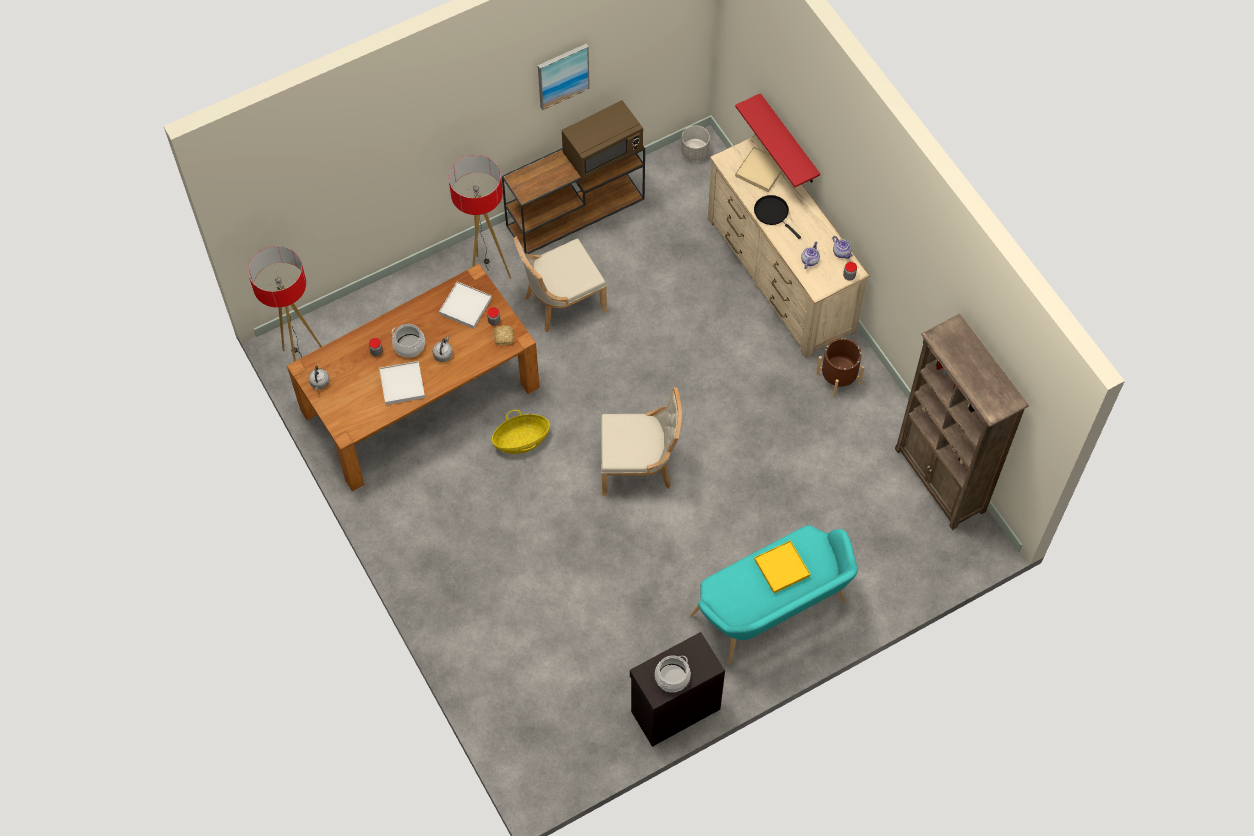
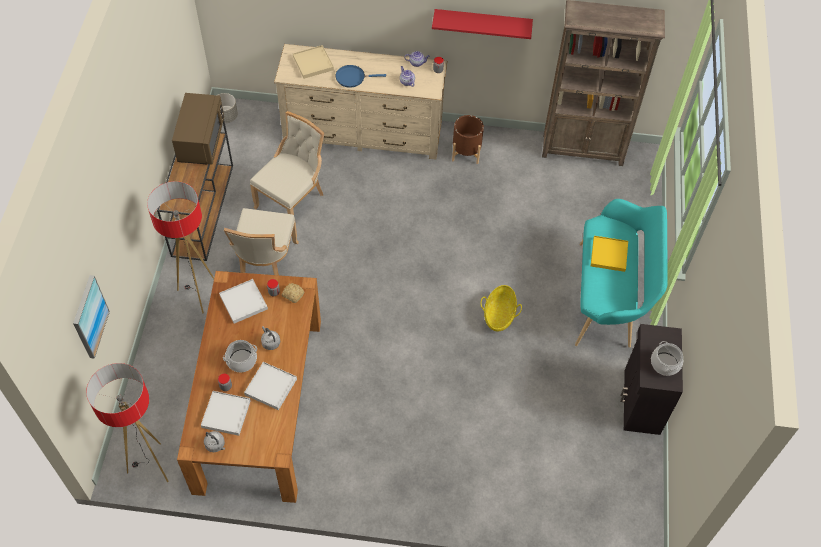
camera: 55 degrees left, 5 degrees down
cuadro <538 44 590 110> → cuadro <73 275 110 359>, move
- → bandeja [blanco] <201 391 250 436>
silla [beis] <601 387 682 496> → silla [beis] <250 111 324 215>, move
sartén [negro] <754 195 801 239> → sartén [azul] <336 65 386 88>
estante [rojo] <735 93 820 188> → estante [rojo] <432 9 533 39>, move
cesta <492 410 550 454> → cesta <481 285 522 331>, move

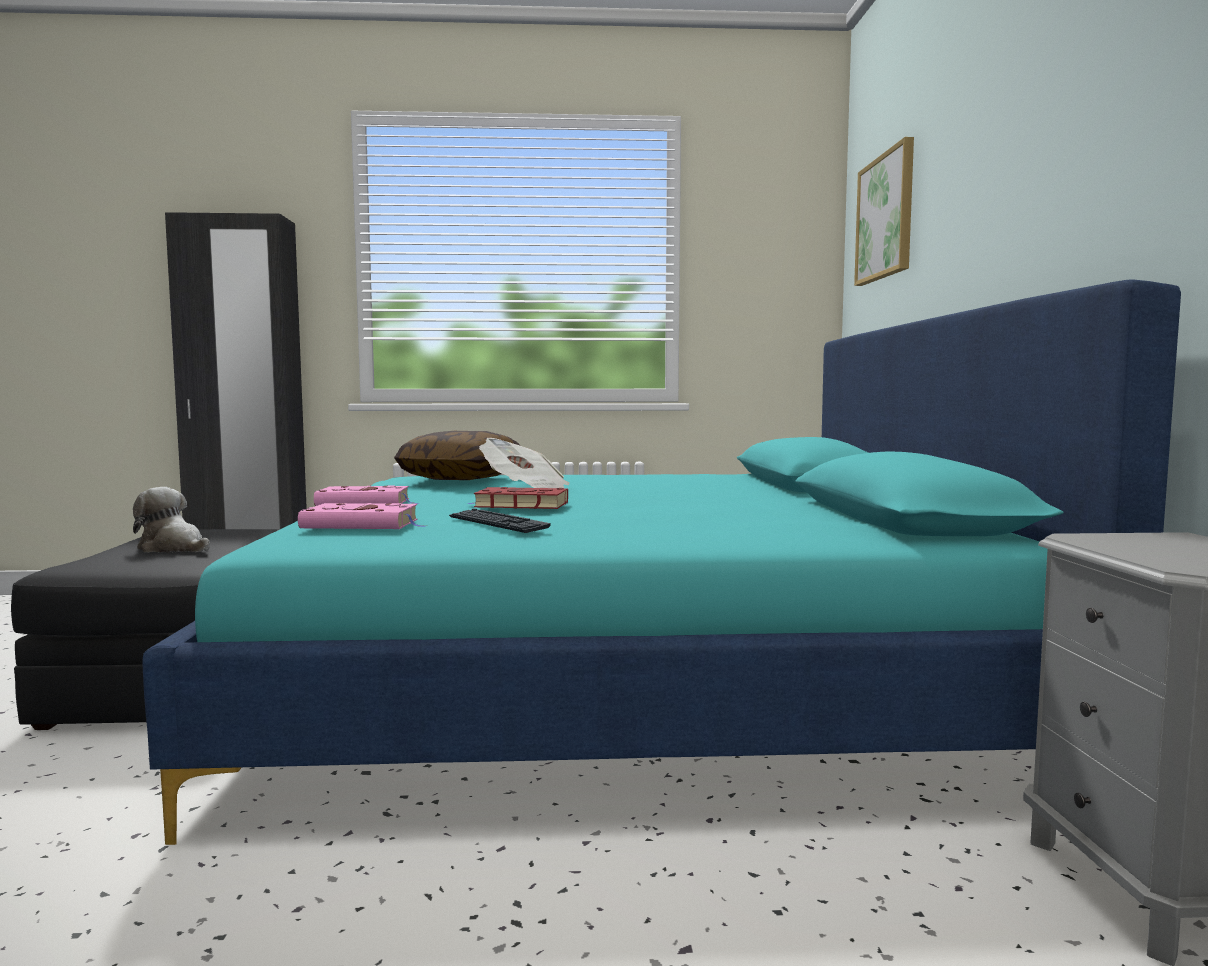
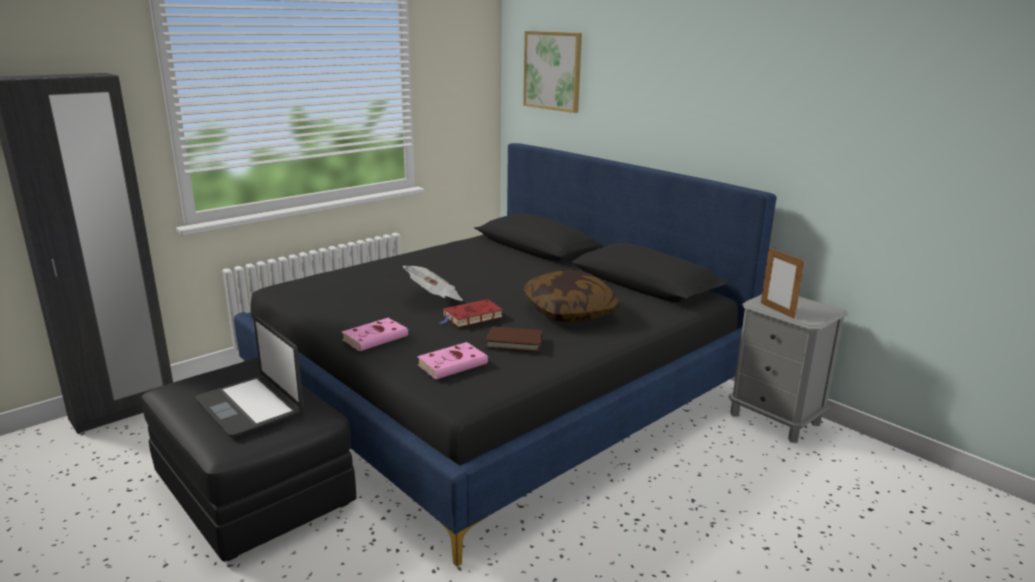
camera: 40 degrees left, 15 degrees up
peluche <133 487 210 553> → portátil <195 317 304 437>
cama [turquesa] <142 279 1181 845> → cama [negro] <234 143 777 567>
teclado <449 508 551 533> → libro [marrón] <485 326 543 352>
cojín <394 431 519 480> → cojín <524 271 620 322>, move
- → portarretratos <761 247 804 319>

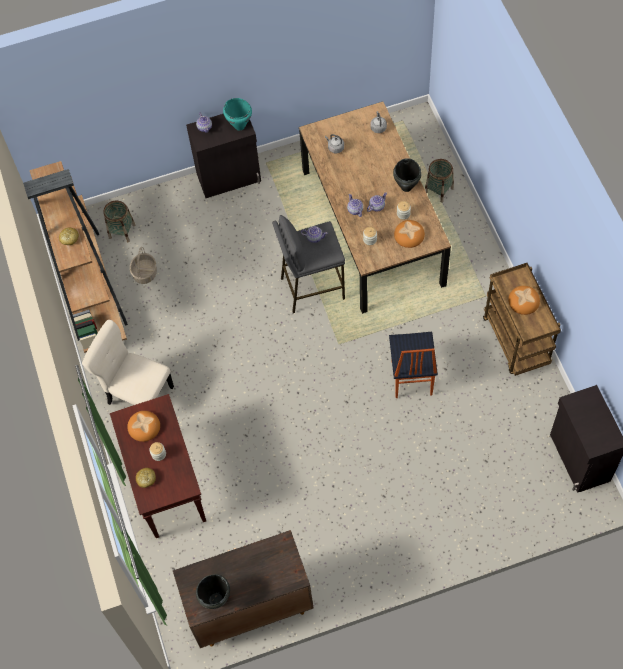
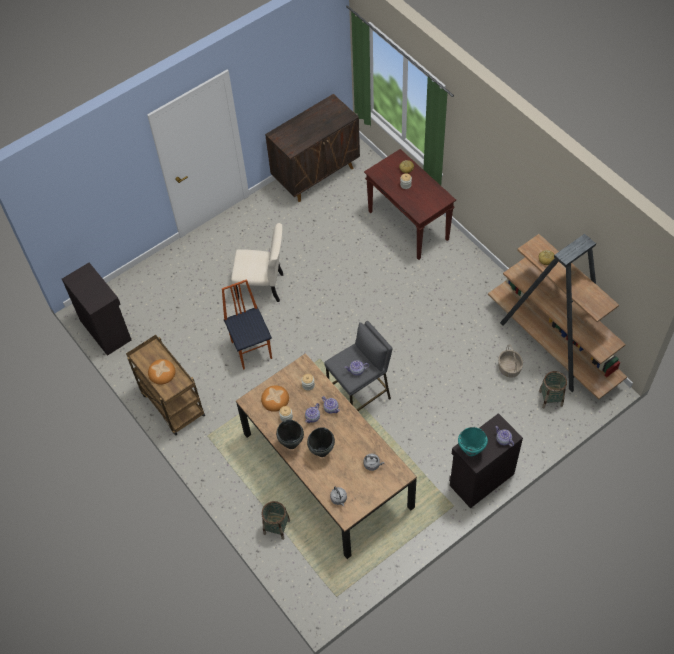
camera: 160 degrees right, 5 degrees down
silla [beis] <82 320 174 405> → silla [beis] <231 223 284 302>, move
olla [negro] <196 574 230 609> → olla [negro] <307 427 335 457>, move
pan <127 411 160 442> → -

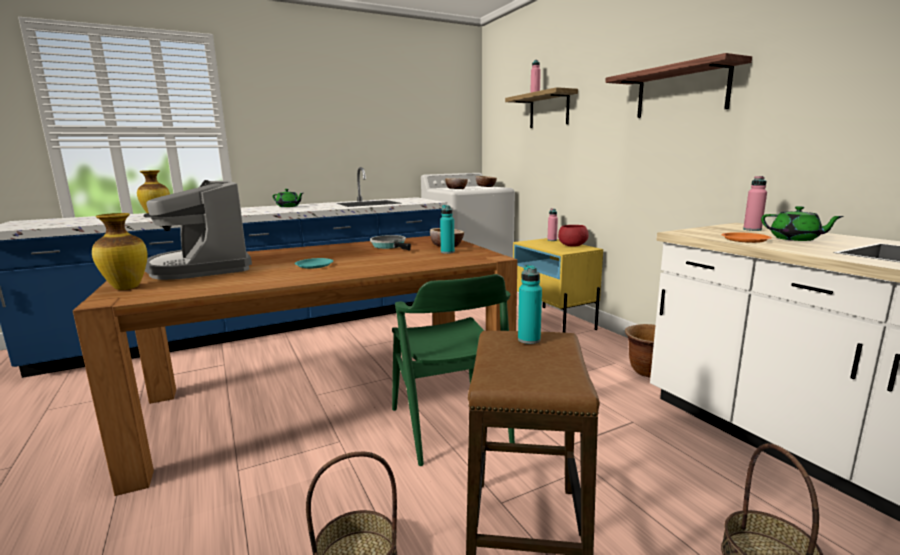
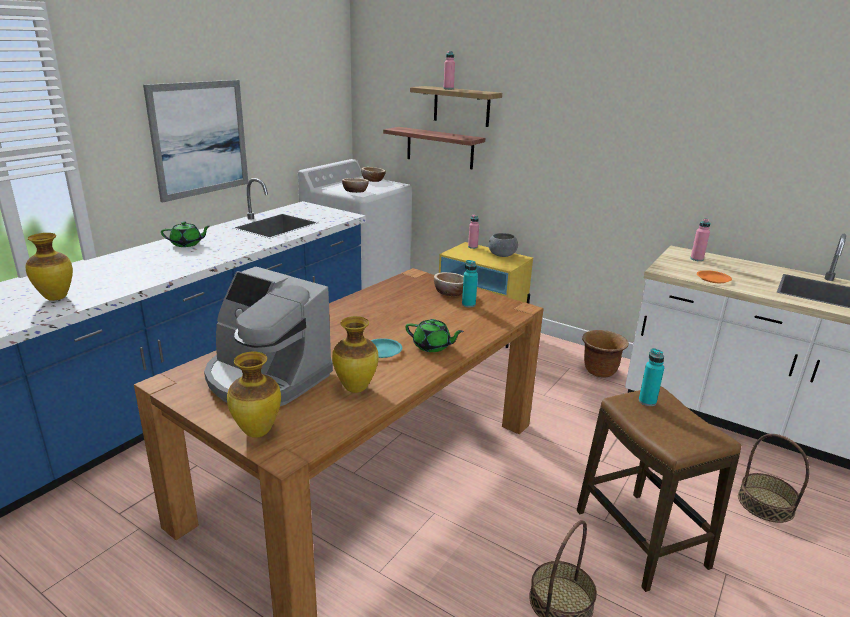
camera: 30 degrees left, 10 degrees up
- → cuadro <143 80 248 203>
- → florero <332 316 378 393>
estante <605 53 752 118> → estante <383 127 485 169>, move
tetera [verde] <761 206 844 241> → tetera [verde] <406 319 464 352>, move
cuenco [rojo] <558 225 589 247> → cuenco [gris] <489 233 518 257>
sartén <370 235 411 251> → -
silla [verde] <392 274 515 466> → -

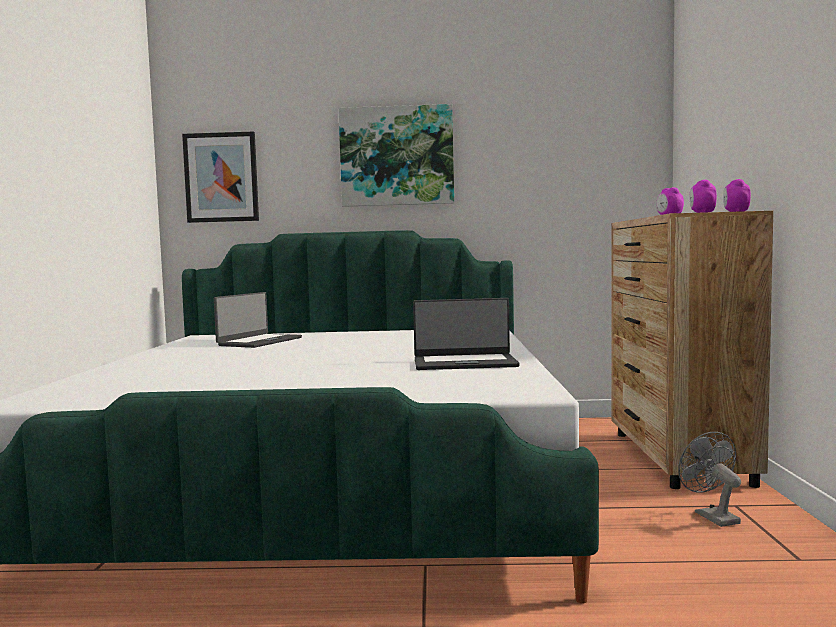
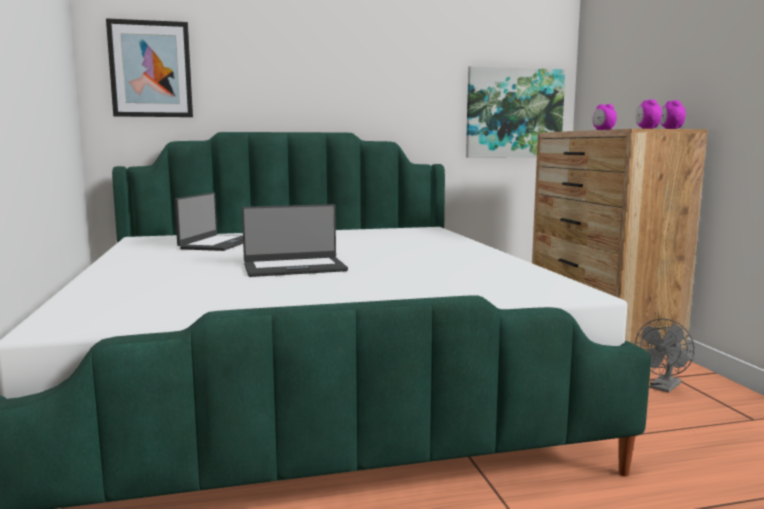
camera: 15 degrees left, 5 degrees up
portátil <413 298 520 370> → portátil <242 204 348 277>, move
cuadro <338 104 454 207> → cuadro <466 66 566 158>, move
ventilador [gris] <678 432 741 527> → ventilador [gris] <635 318 695 393>, 105 degrees counterclockwise

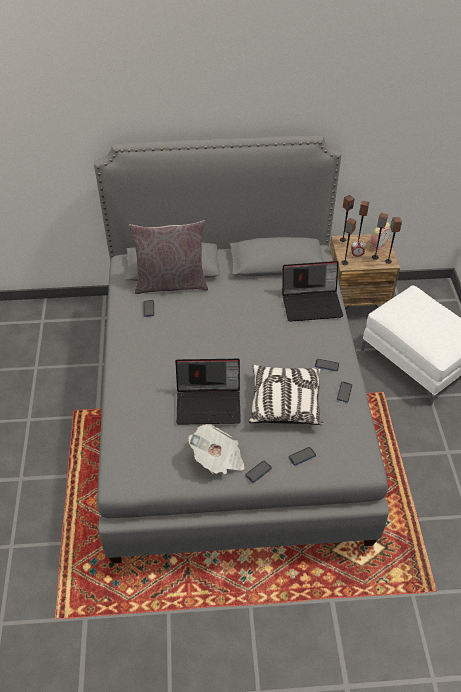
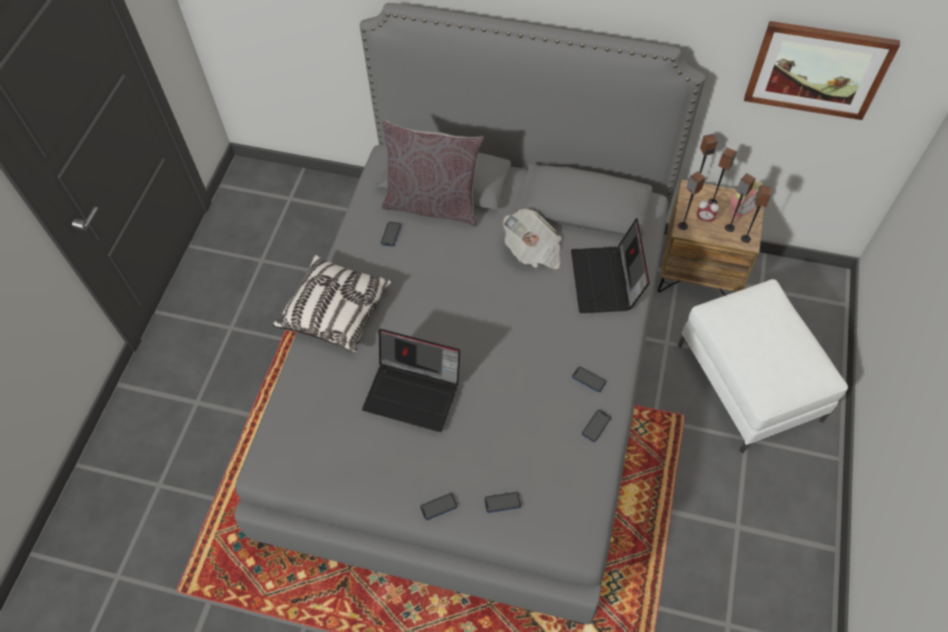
camera: 20 degrees right, 10 degrees up
cojín <248 365 323 425> → cojín <272 255 392 352>, move
periódico <188 424 245 474> → periódico <503 209 561 269>, move
portátil <282 261 343 322> → portátil <571 218 650 313>, 75 degrees clockwise
- → cuadro <744 21 900 120>

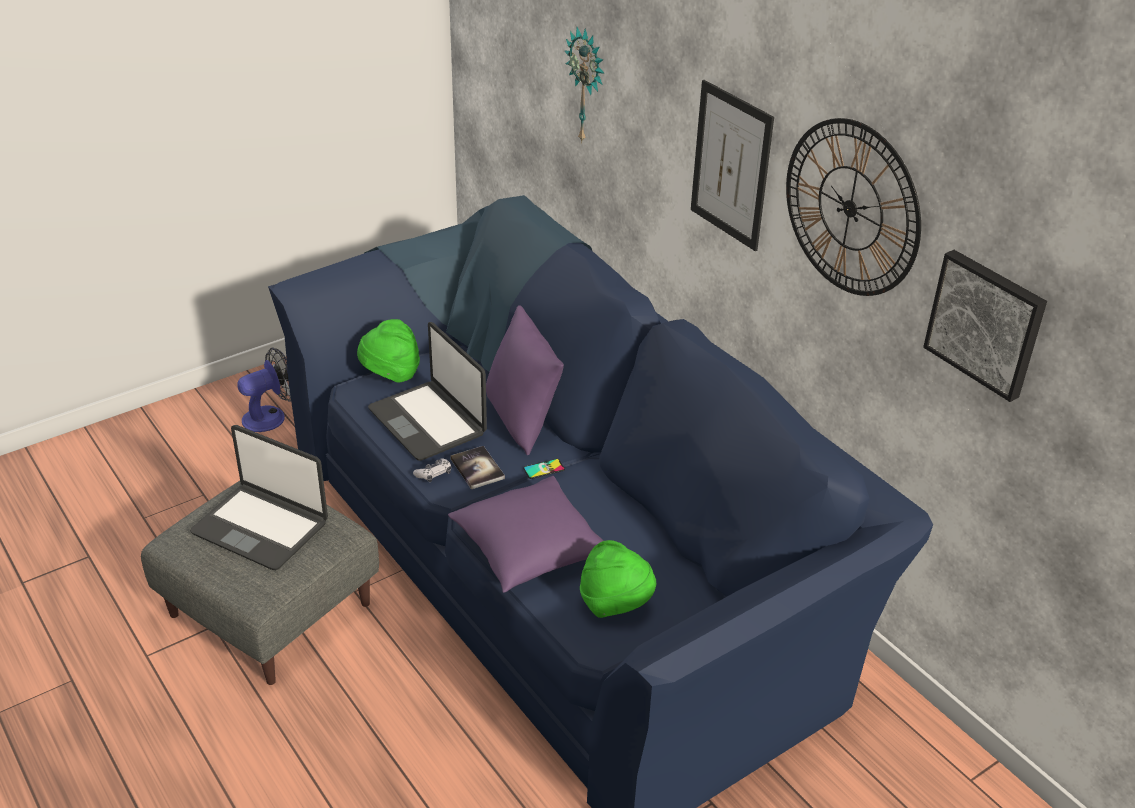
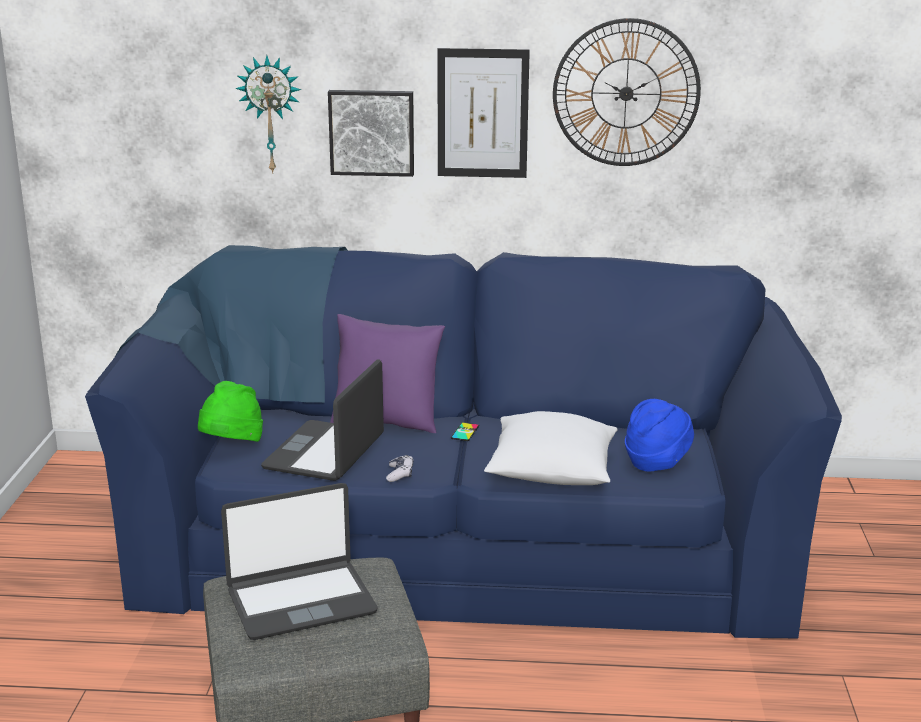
camera: 50 degrees left, 15 degrees down
portátil <368 322 487 461> → portátil <261 359 384 481>, 105 degrees clockwise
cuadro <923 250 1047 402> → cuadro <328 90 414 177>, move
cojín [morado] <448 476 603 593> → cojín [blanco] <484 411 618 485>
sombrero [verde] <580 540 656 618> → sombrero [azul] <625 399 694 471>
ventilador <237 347 291 432> → -
libro <450 446 505 489> → -

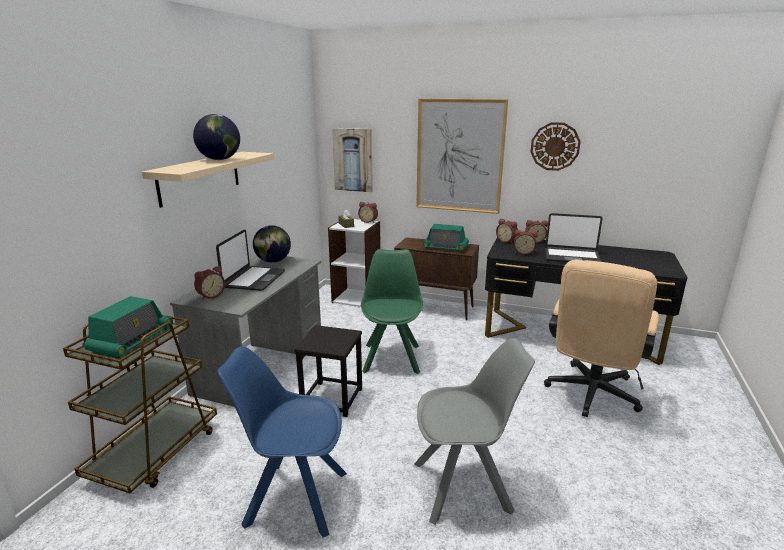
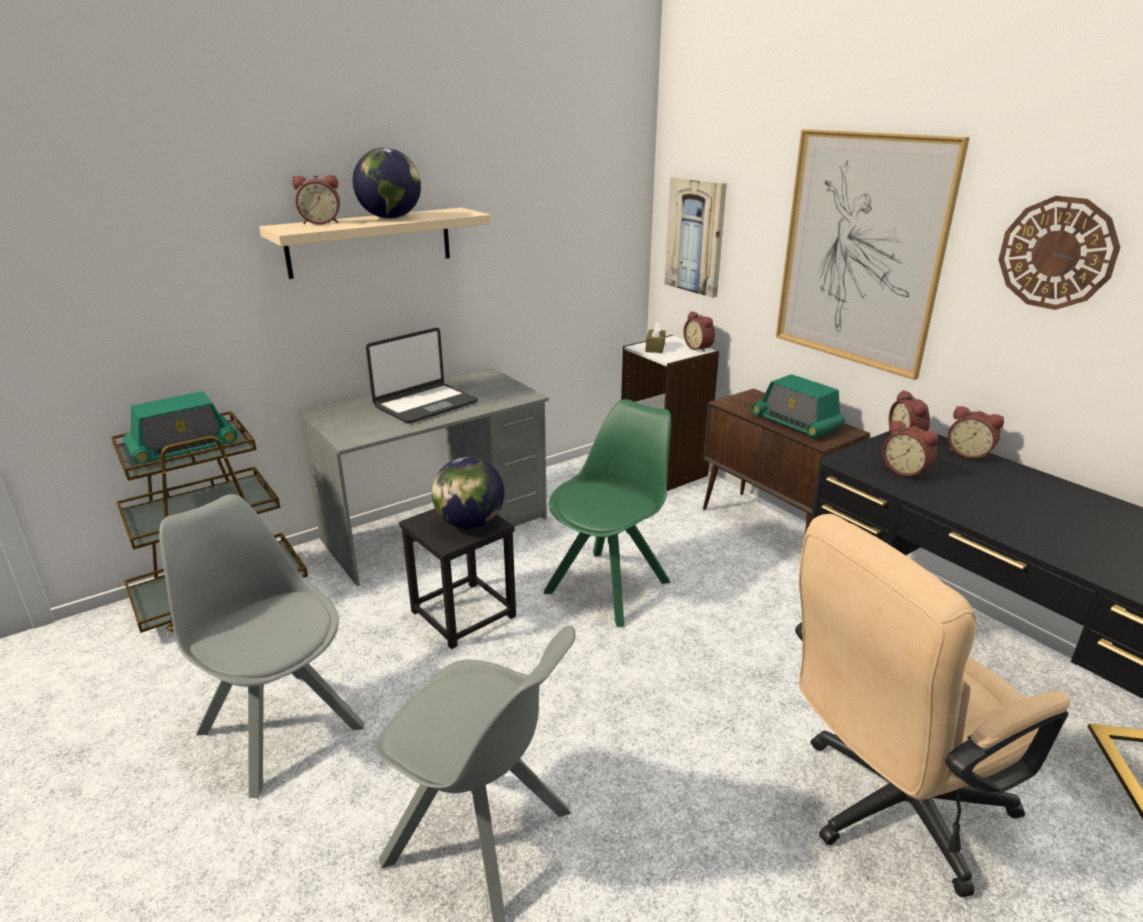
camera: 35 degrees right, 5 degrees up
silla [azul] <217 346 347 538> → silla [gris] <159 494 364 798>
despertador <194 266 225 300> → despertador <292 175 340 225>, move
globo terráqueo <253 225 291 263> → globo terráqueo <432 457 504 529>, move
portátil <545 213 602 262> → -

